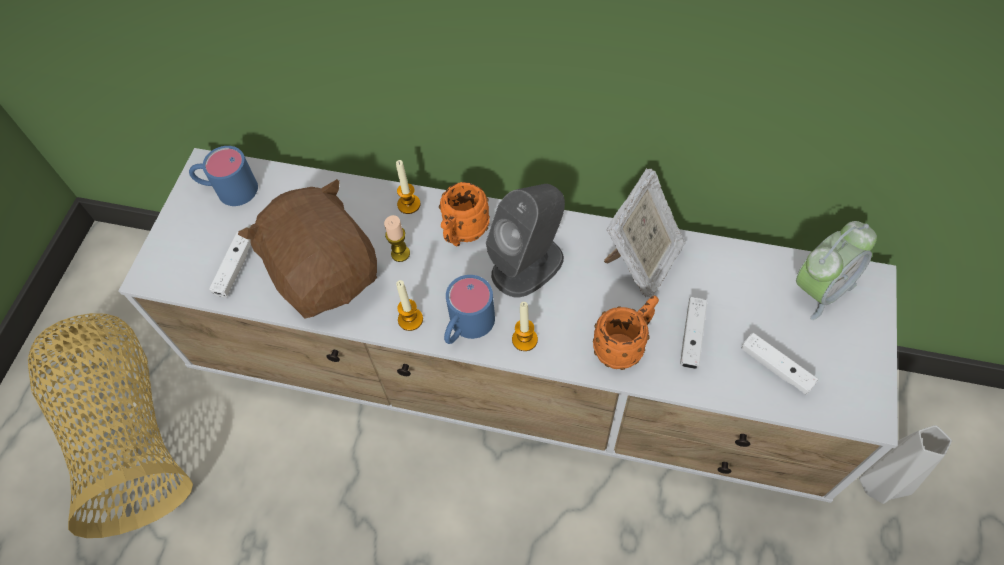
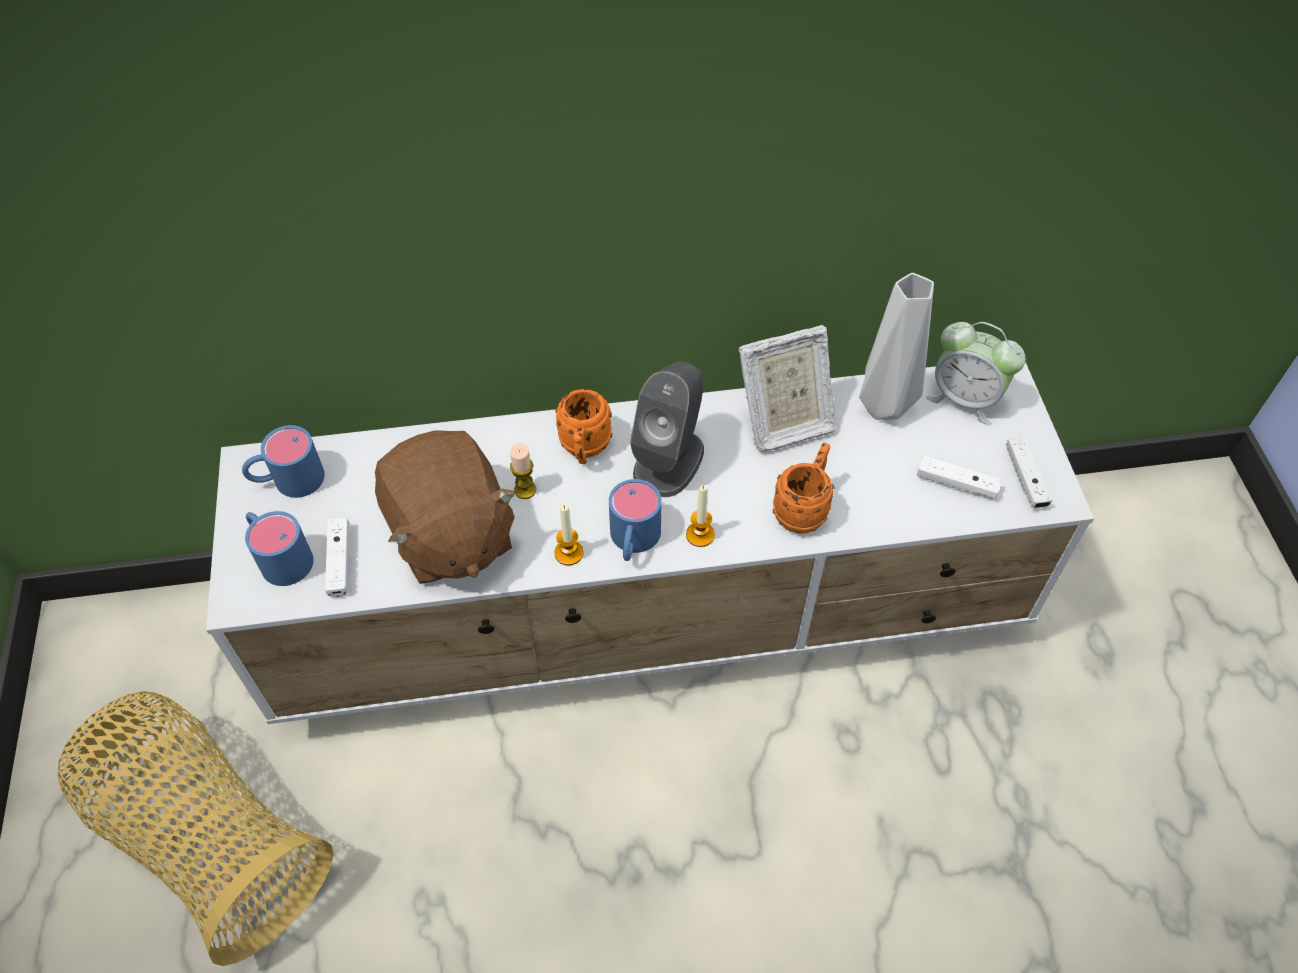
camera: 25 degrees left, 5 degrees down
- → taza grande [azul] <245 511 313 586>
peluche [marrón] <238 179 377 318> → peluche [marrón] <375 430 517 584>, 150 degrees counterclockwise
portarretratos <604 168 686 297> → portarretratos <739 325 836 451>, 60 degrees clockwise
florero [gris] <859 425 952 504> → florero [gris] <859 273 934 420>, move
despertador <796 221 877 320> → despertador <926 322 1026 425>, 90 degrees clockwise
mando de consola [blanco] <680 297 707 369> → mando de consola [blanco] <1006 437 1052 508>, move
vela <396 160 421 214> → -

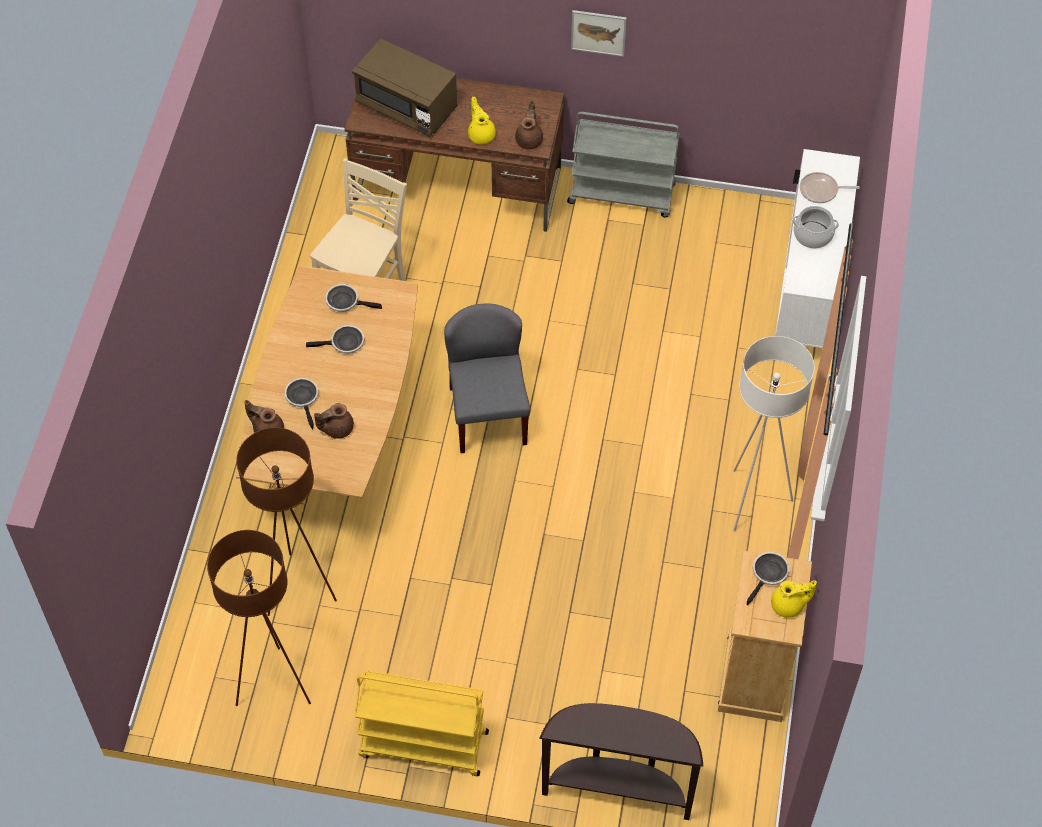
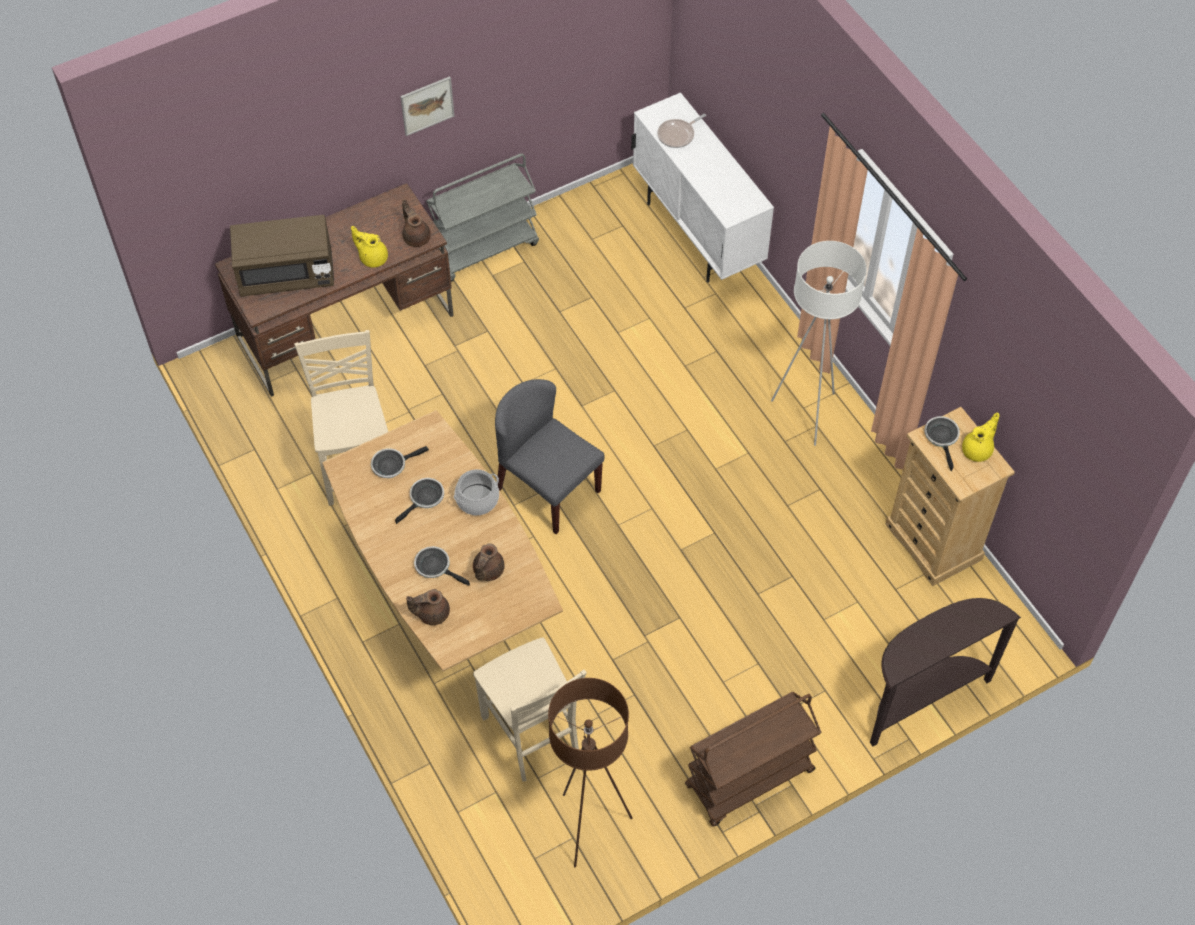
camera: 40 degrees left, 0 degrees up
olla <792 206 839 249> → olla <454 469 499 515>, move
lámpara de pie [marrón] <236 427 337 616> → silla [beis] <473 637 587 782>
carrito [amarillo] <354 670 489 776> → carrito [marrón] <685 692 821 827>

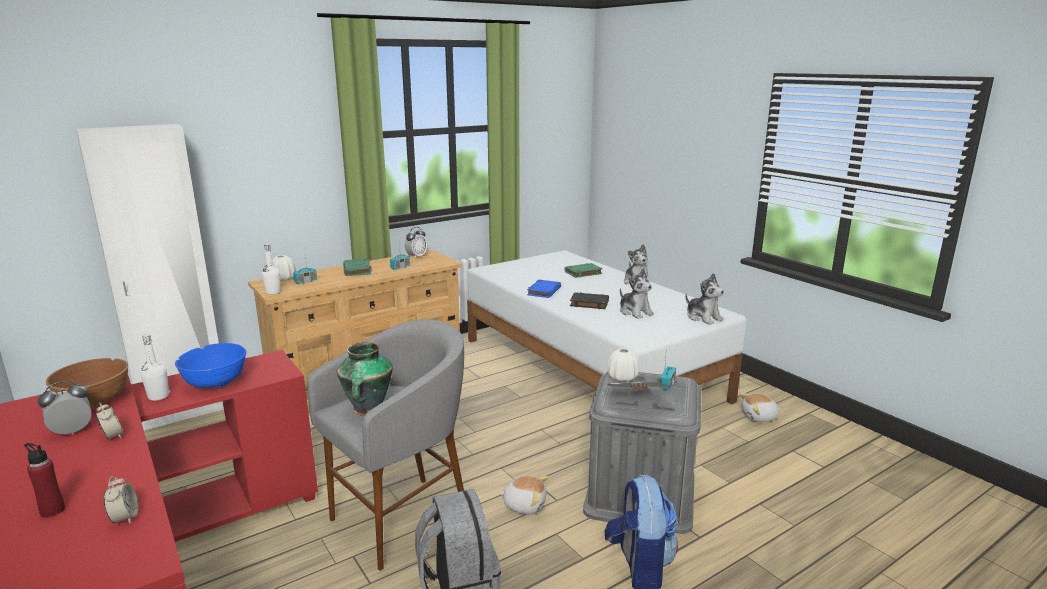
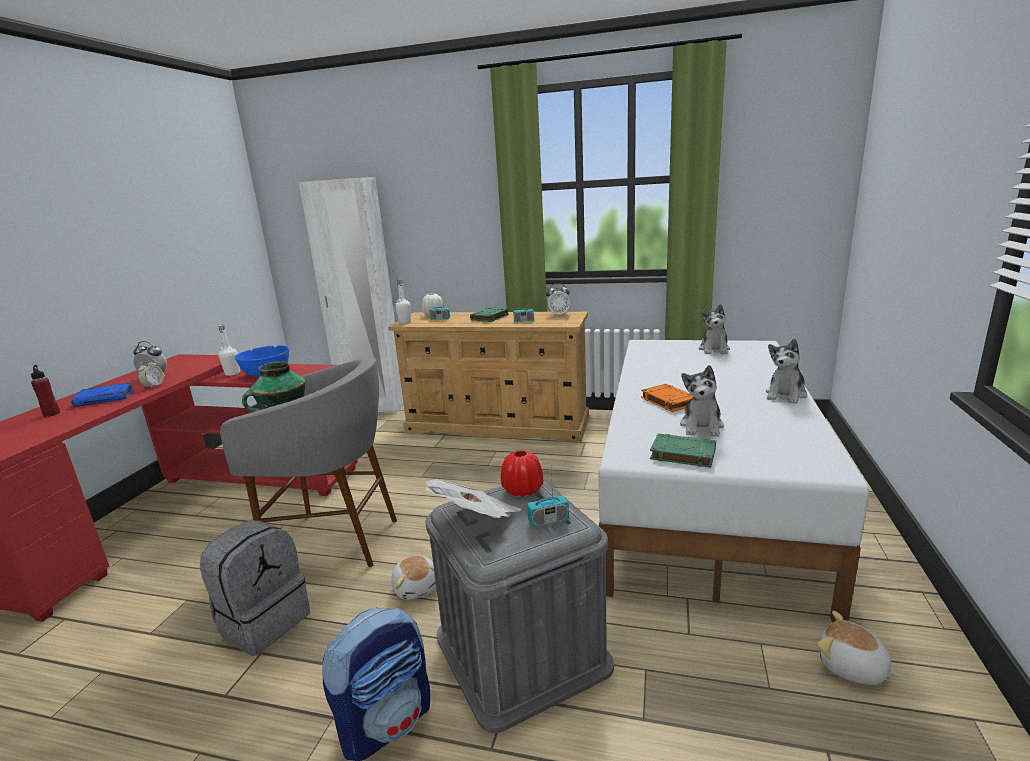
camera: 50 degrees right, 0 degrees up
libro [azul] <527 280 561 298> → libro [azul] <71 382 135 407>, move
florero [blanco] <607 348 639 382> → florero [rojo] <501 450 544 497>
libro [negro] <570 292 609 309> → libro [naranja] <641 384 693 412>
libro [verde] <565 263 602 278> → libro [verde] <650 433 716 468>, move
peluche <685 273 724 325> → peluche <699 304 730 354>, move
cuenco [marrón] <46 358 128 407> → -
despertador <104 476 139 524> → -

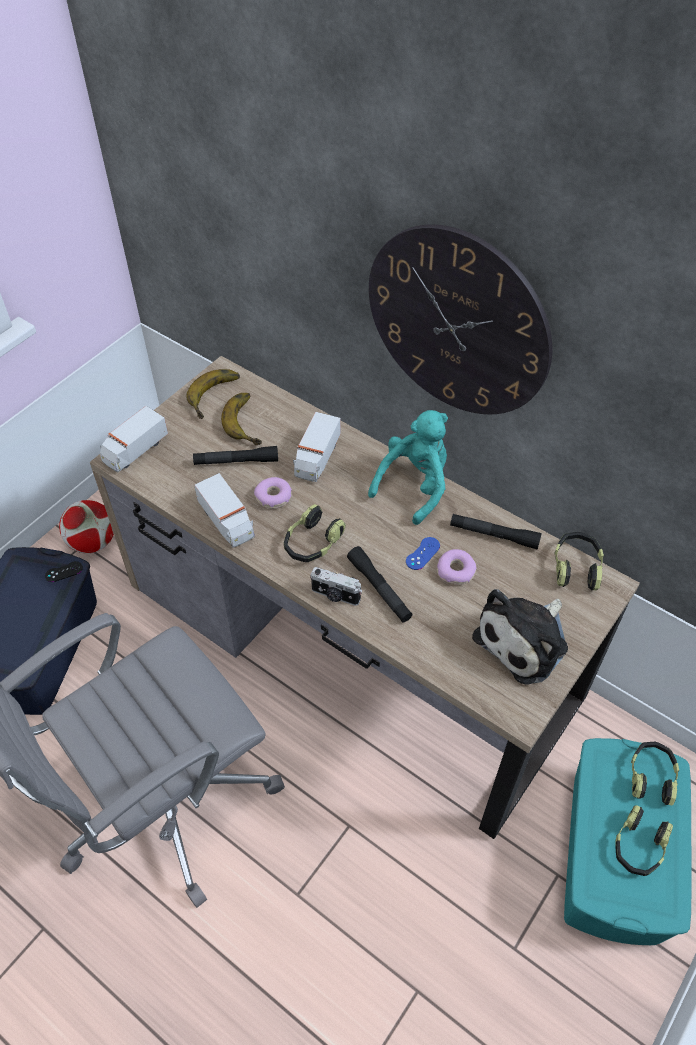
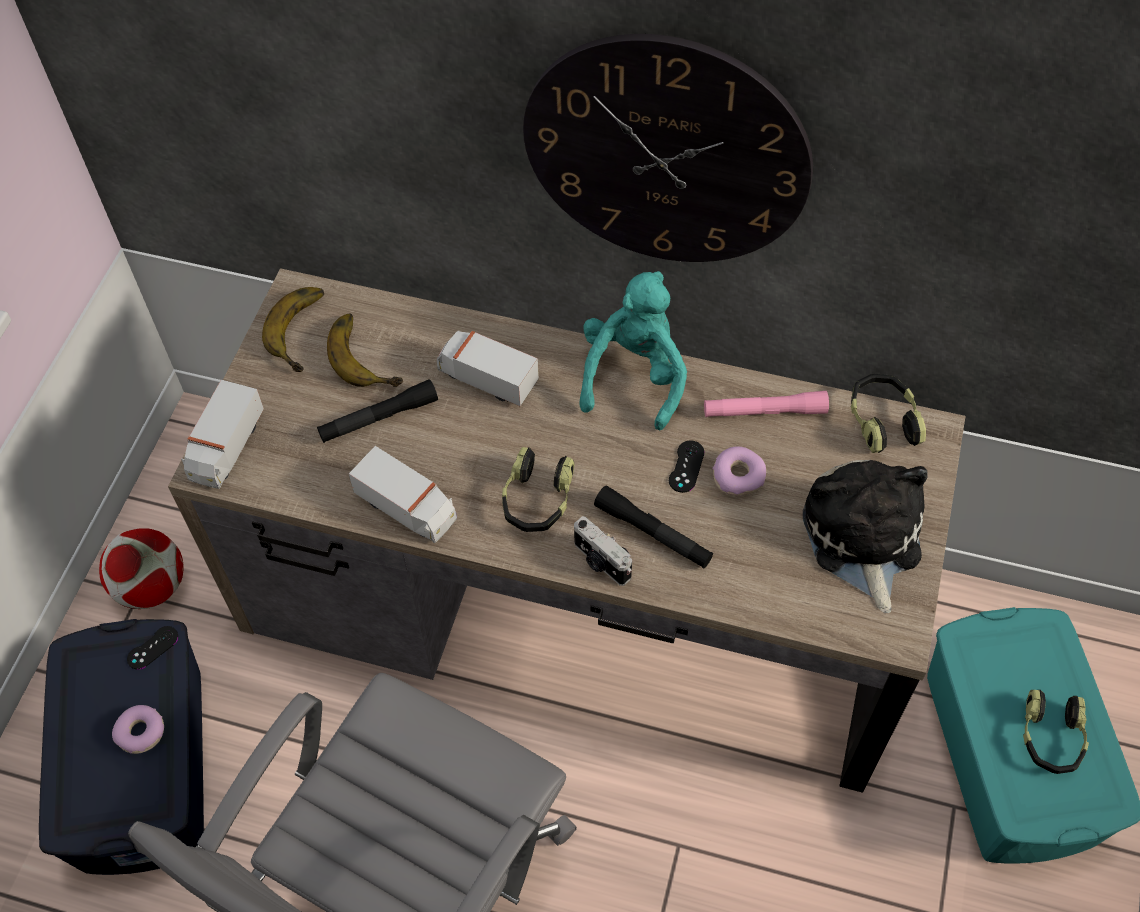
camera: 20 degrees left, 5 degrees up
rosquilla <254 477 292 509> → rosquilla <112 705 164 754>, move
camión de juguete <293 412 341 482> → camión de juguete <437 331 539 406>, 120 degrees clockwise
cámara <310 567 362 606> → cámara <574 516 632 586>, 45 degrees clockwise
mando de consola [azul] <406 537 440 570> → mando de consola [negro] <669 440 705 493>
linterna [negro] <450 514 542 550> → linterna [rosa] <704 391 829 417>
peluche <472 589 568 684> → peluche <803 460 928 613>, 150 degrees clockwise
auriculares <631 742 679 805> → -

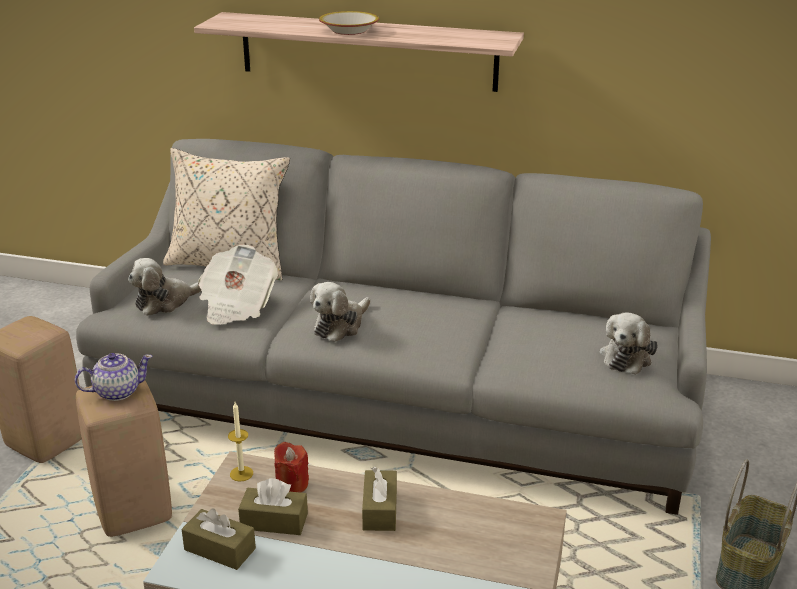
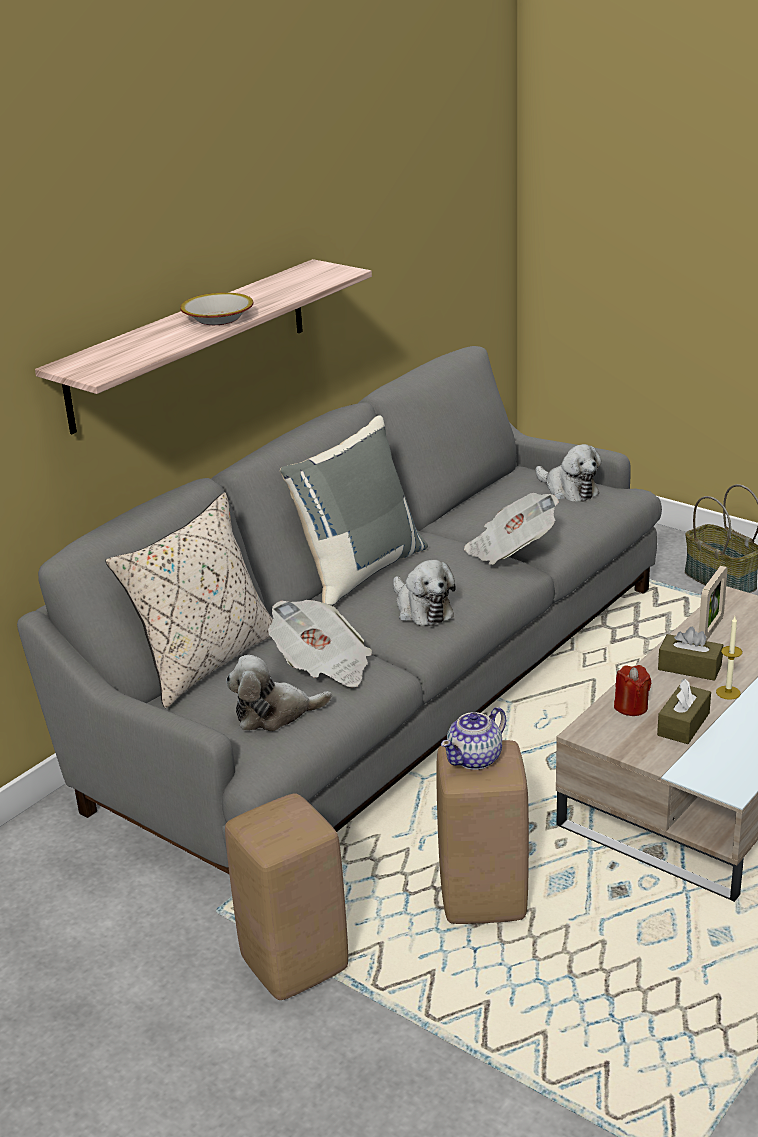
camera: 65 degrees left, 0 degrees up
peluche <128 258 202 316> → peluche <226 655 332 731>, 90 degrees clockwise
- → cojín [gris] <280 415 428 606>
tetera <75 353 153 401> → tetera <441 707 506 770>, 135 degrees counterclockwise
- → periódico <464 493 559 565>
- → portarretratos <699 566 728 641>
vela <228 402 253 482> → vela <716 616 742 700>, move
caja de pañuelos [marrón] <182 508 256 570> → -

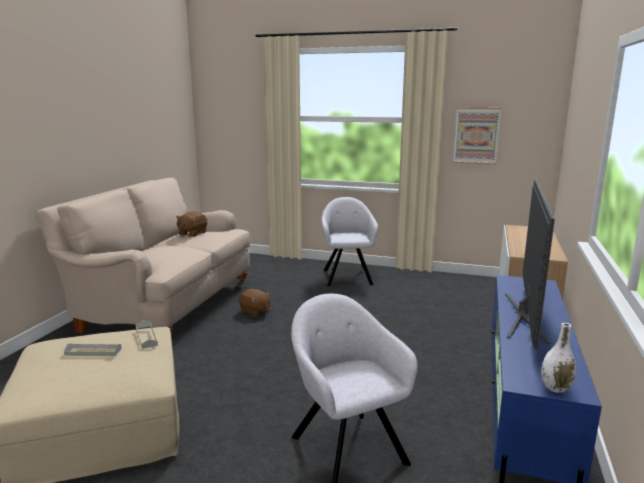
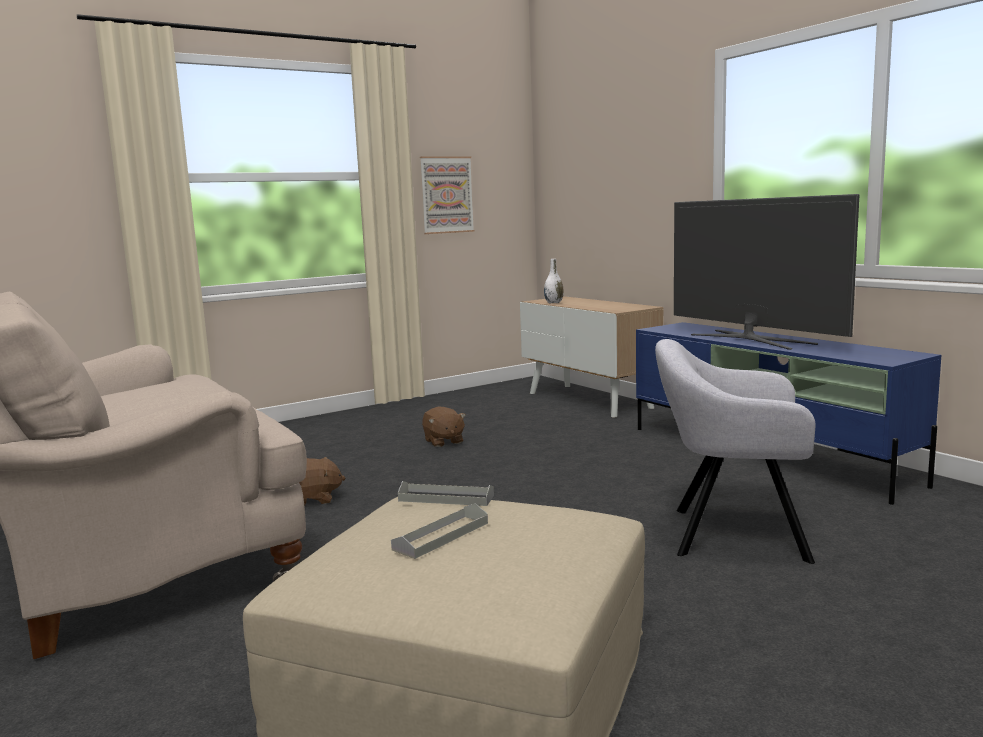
camera: 50 degrees left, 5 degrees down
peluche [marrón] <176 211 207 237> → peluche [marrón] <422 407 466 447>, move
florero [blanco] <541 323 576 393> → florero [blanco] <544 259 564 303>, move
sillón [gris] <322 197 378 286> → -

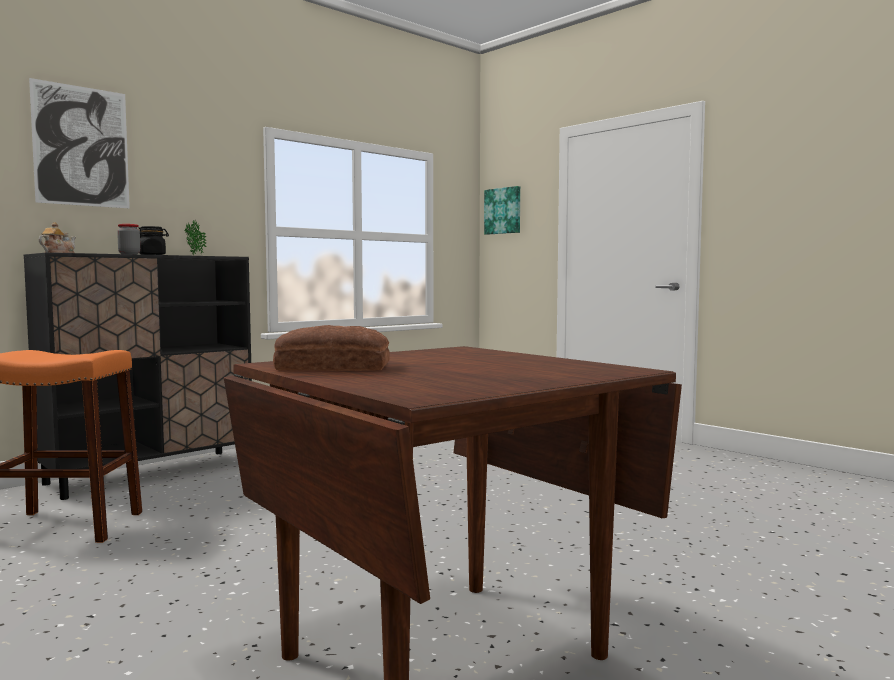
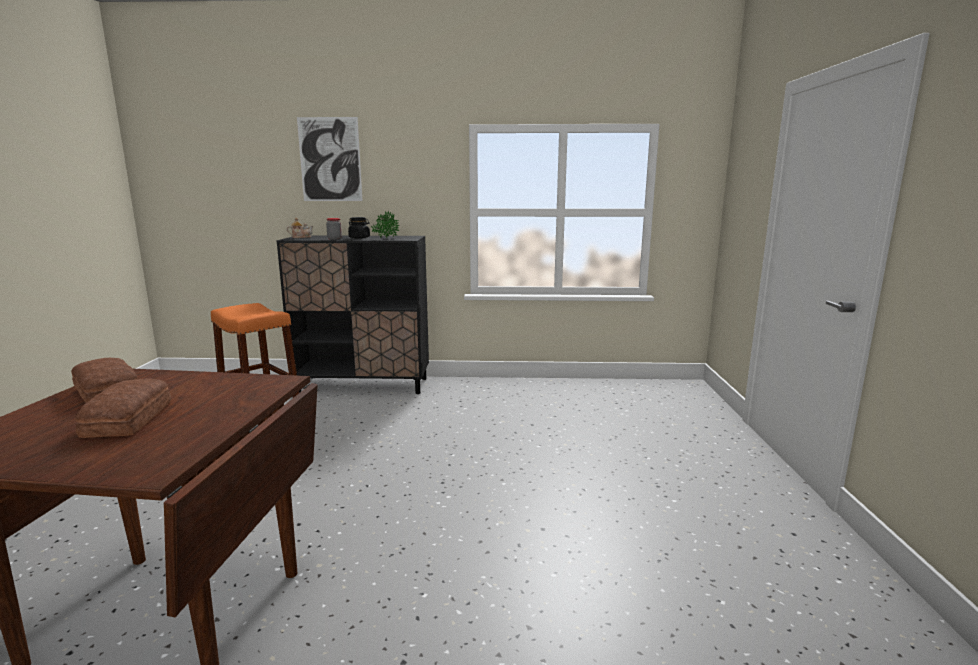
camera: 45 degrees right, 10 degrees up
- → pan <75 378 171 438>
cuadro <484 186 520 235> → -

